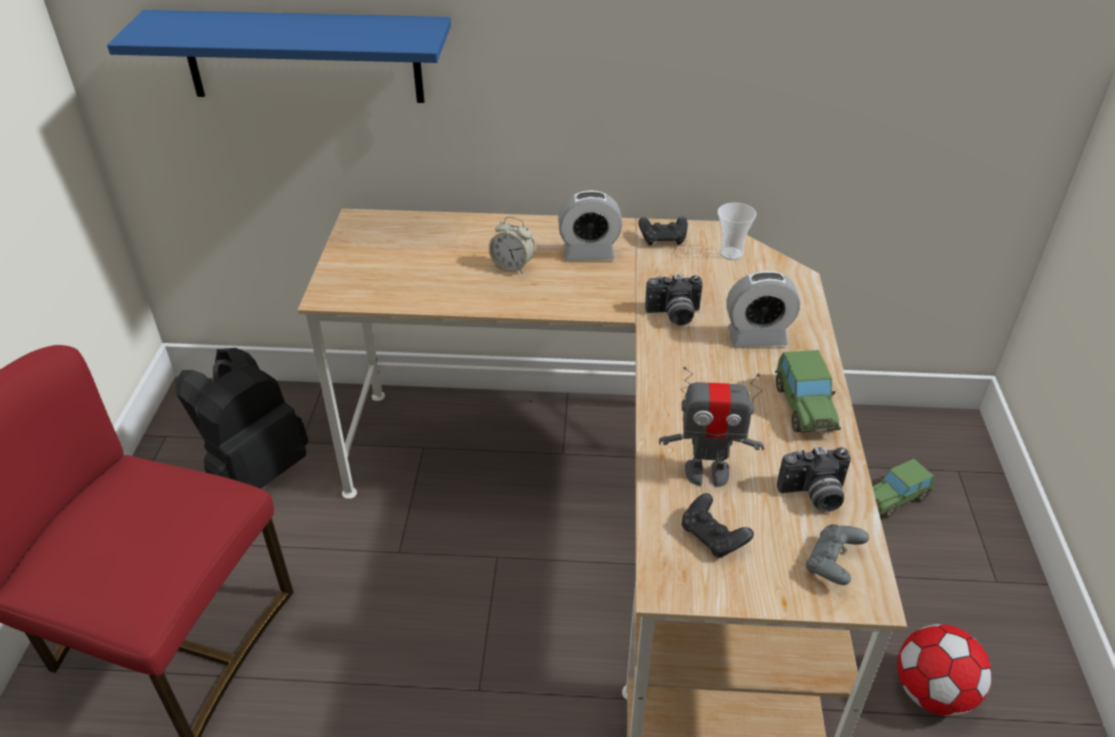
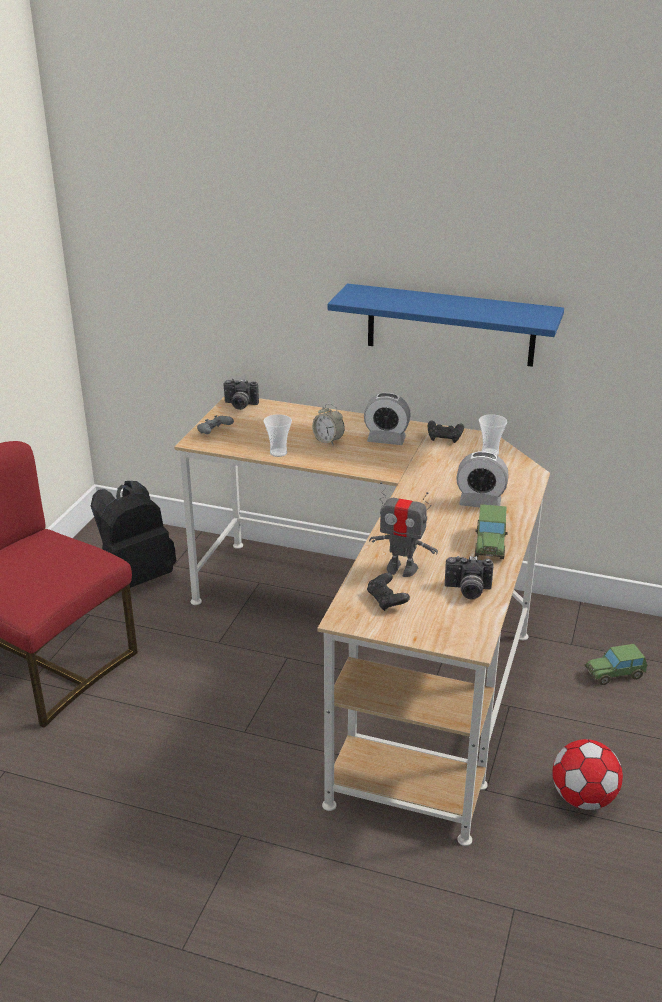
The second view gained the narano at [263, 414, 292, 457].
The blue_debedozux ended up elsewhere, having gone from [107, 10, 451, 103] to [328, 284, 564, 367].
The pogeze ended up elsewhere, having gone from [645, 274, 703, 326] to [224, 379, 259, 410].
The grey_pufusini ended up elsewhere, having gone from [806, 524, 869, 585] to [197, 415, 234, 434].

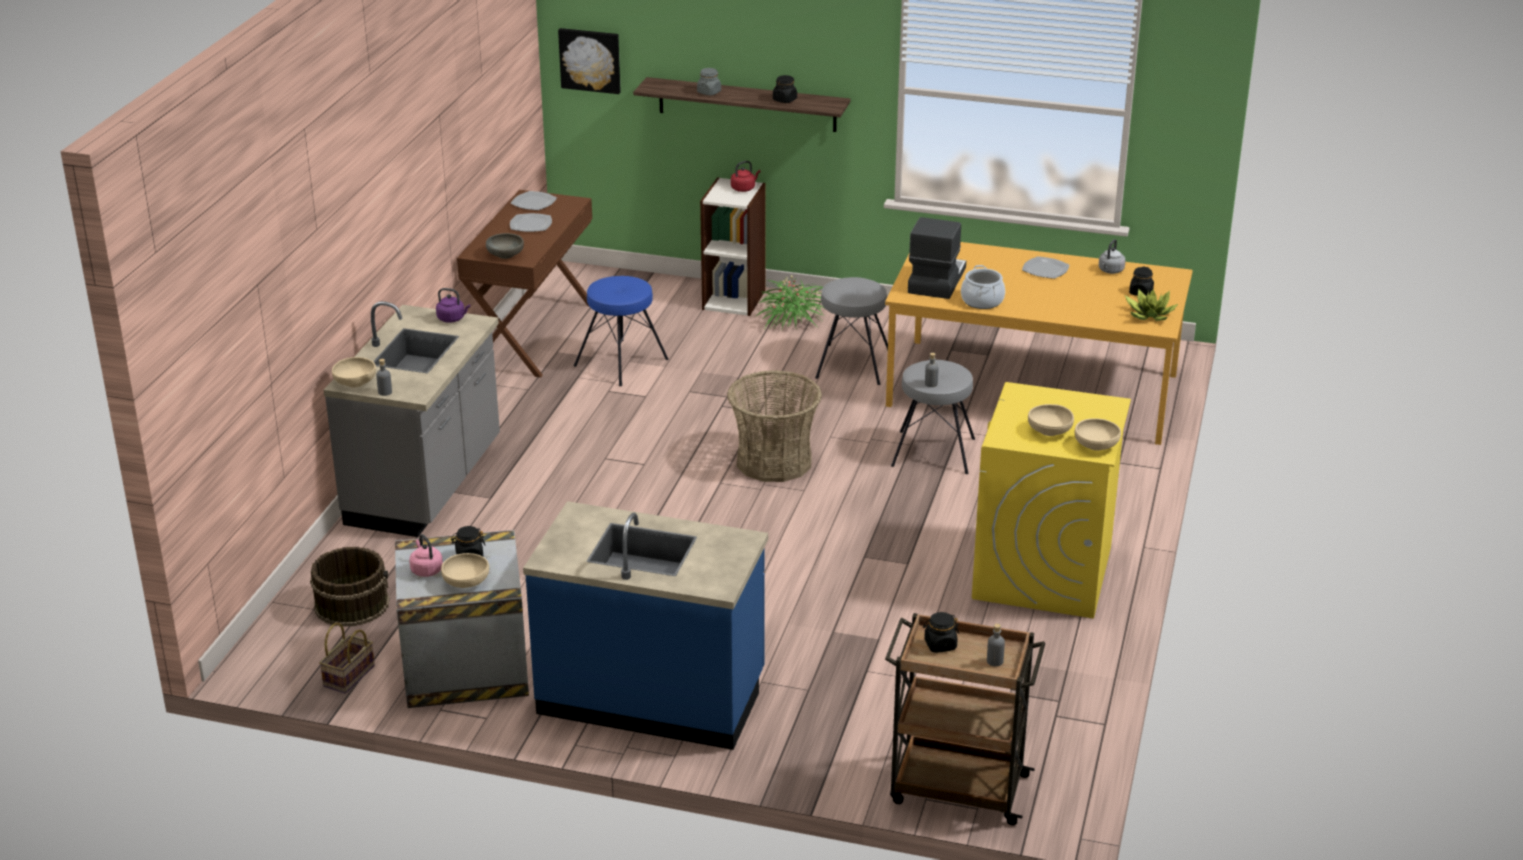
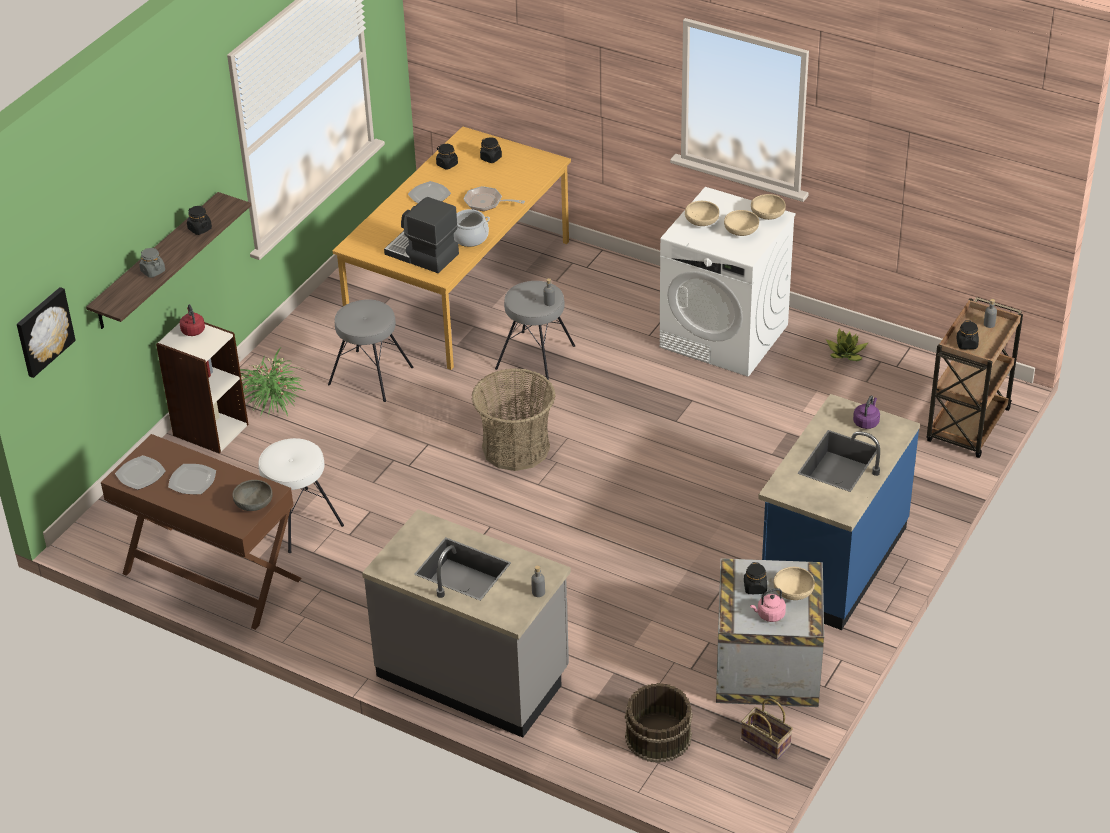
The second view gained the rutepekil at [464, 186, 525, 211].
The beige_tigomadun ended up elsewhere, having gone from [332, 357, 376, 388] to [685, 201, 719, 226].
The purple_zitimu ended up elsewhere, having gone from [436, 288, 470, 323] to [853, 396, 880, 429].
The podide ended up elsewhere, having gone from [1125, 289, 1178, 321] to [826, 328, 869, 361].
Where the grey_zitimu stood at [1099, 239, 1126, 274], the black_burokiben came to stand at [436, 144, 458, 170].
What was the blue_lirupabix at [574, 276, 669, 386] turned into the white_lirupabix at [259, 438, 344, 553].
What was the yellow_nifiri at [972, 382, 1131, 619] turned into the white_nifiri at [659, 187, 796, 377].

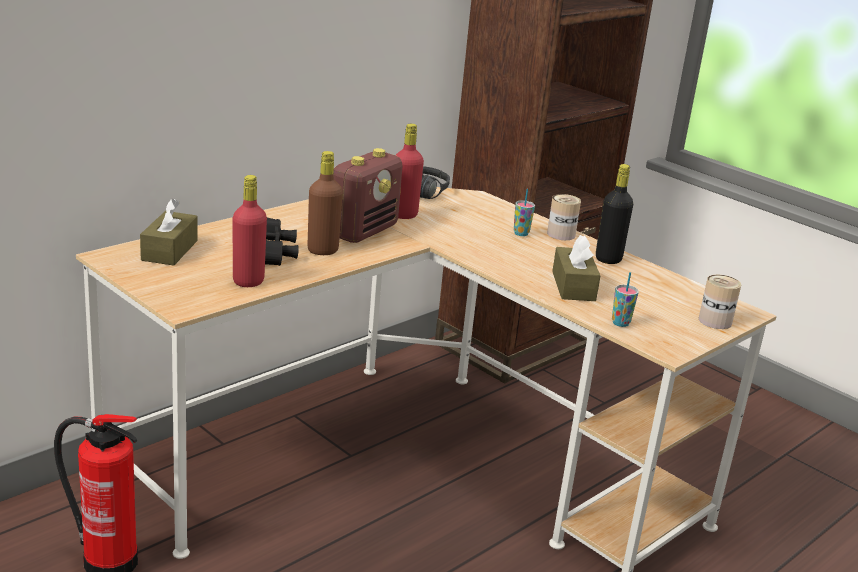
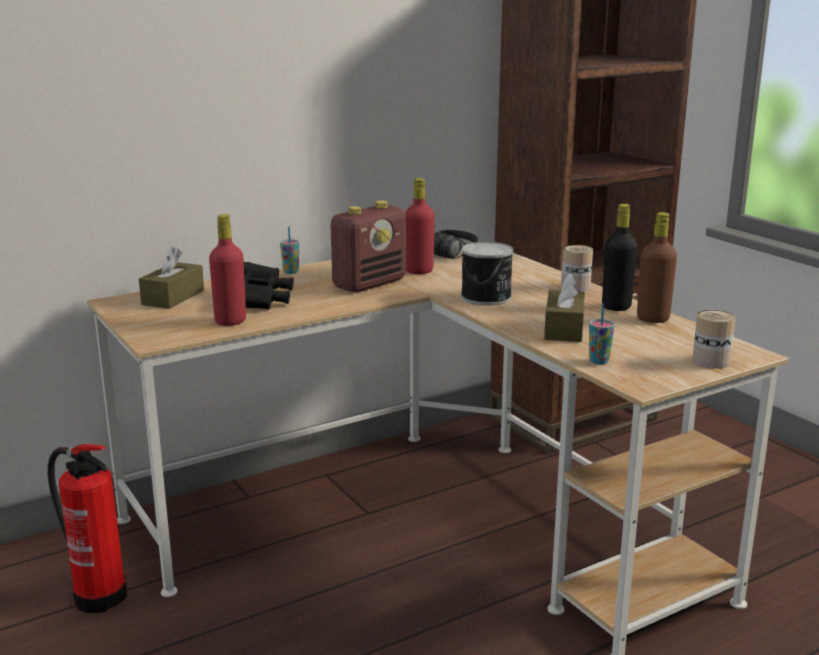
The second view gained the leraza at [461, 242, 513, 306].
The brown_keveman ended up elsewhere, having gone from [308, 151, 343, 255] to [637, 212, 677, 323].
The narano ended up elsewhere, having gone from [514, 189, 535, 236] to [280, 226, 299, 274].

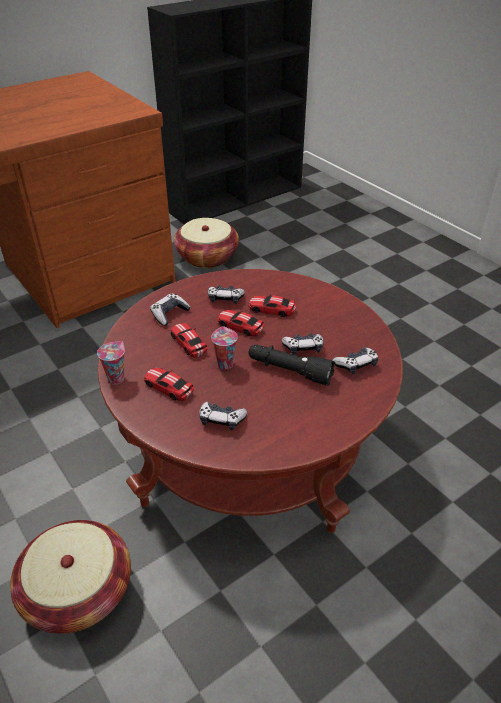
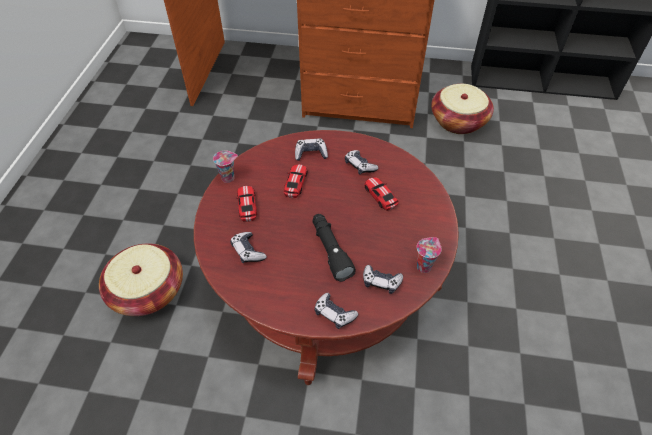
The second view lost the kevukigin at [218, 310, 265, 337].
The narano ended up elsewhere, having gone from [211, 326, 238, 370] to [417, 237, 442, 273].
The pufusini ended up elsewhere, having gone from [282, 333, 324, 355] to [315, 293, 358, 329].

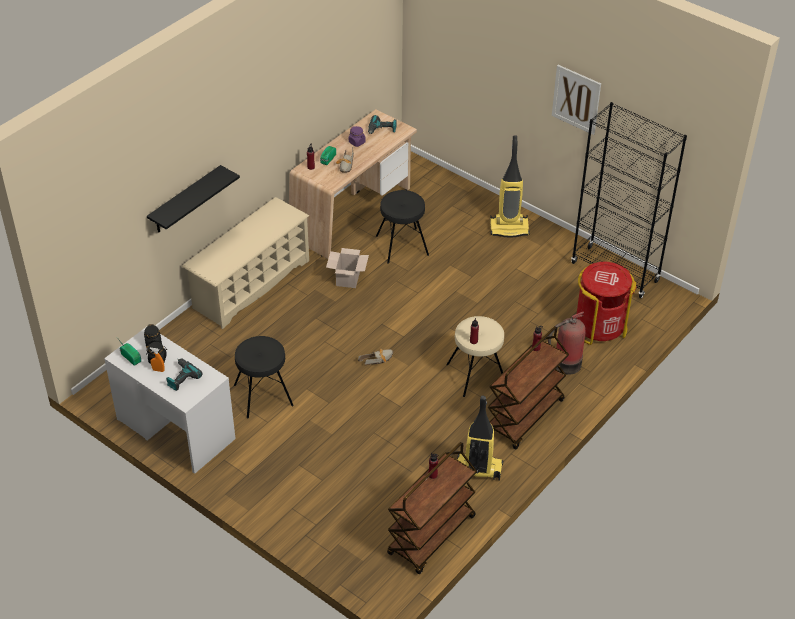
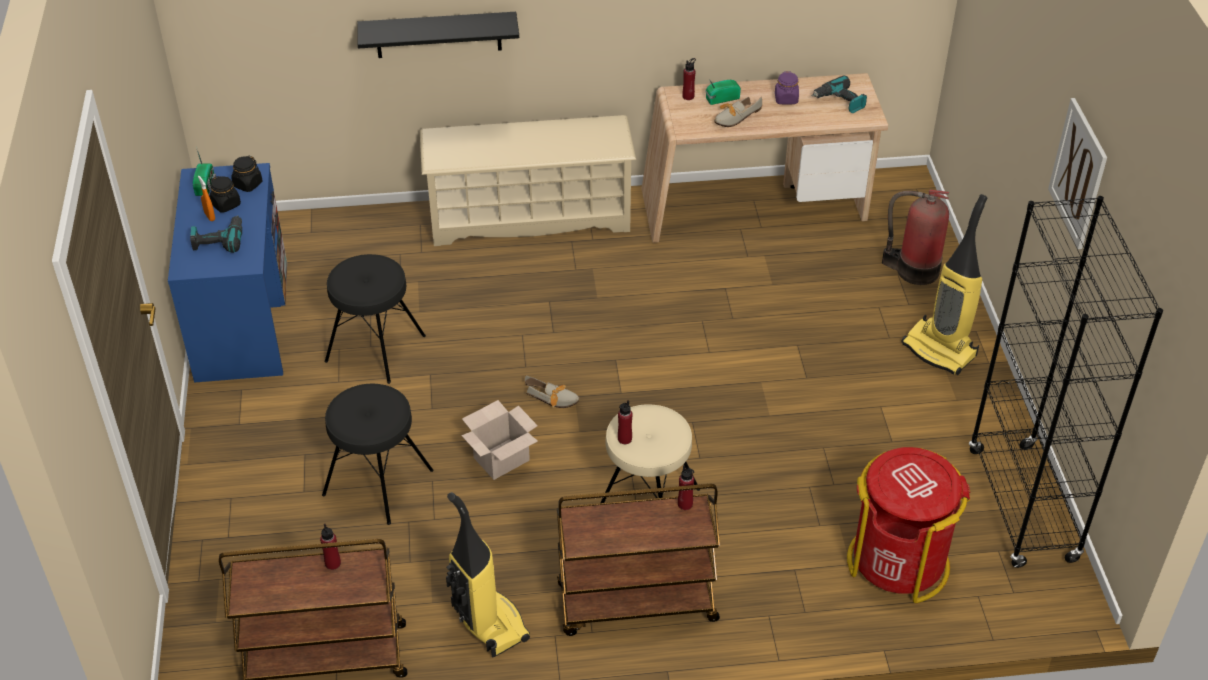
The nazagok ended up elsewhere, having gone from [326, 248, 369, 288] to [462, 400, 538, 480].
The black_lirupabix ended up elsewhere, having gone from [376, 190, 429, 264] to [322, 384, 434, 525].
The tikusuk ended up elsewhere, having gone from [548, 312, 586, 375] to [882, 190, 949, 285].
What was the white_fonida at [104, 327, 236, 474] turned into the blue_fonida at [168, 163, 287, 383].

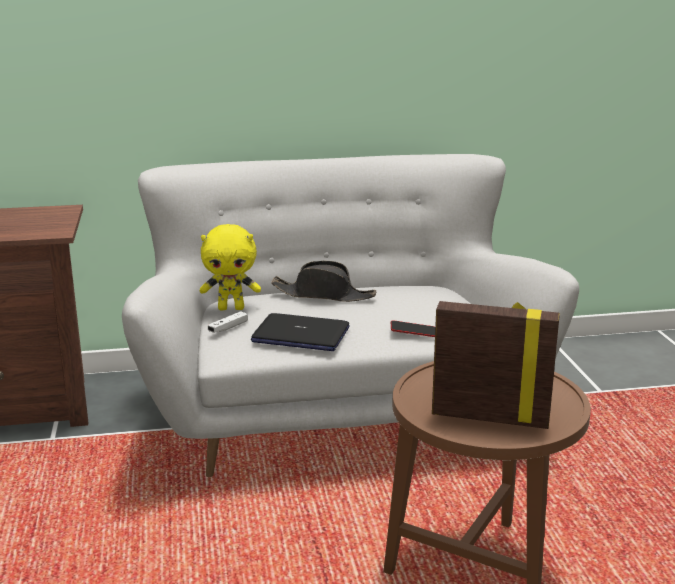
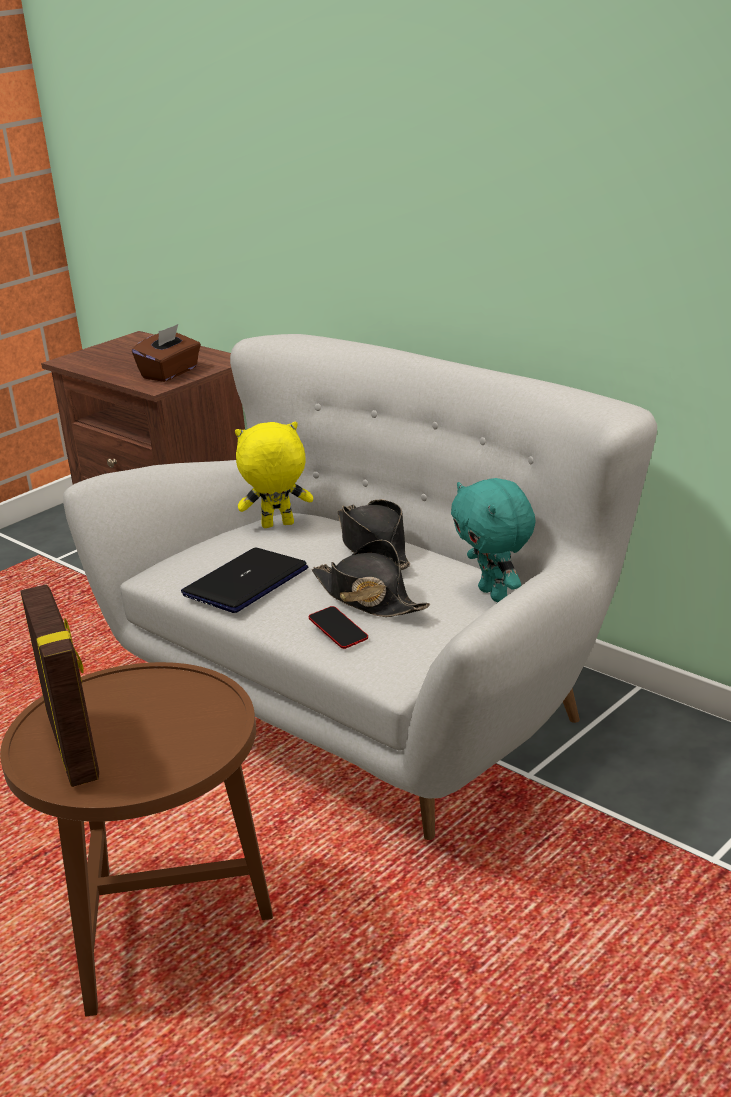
The second view lost the white_pufusini at [208, 311, 248, 333].
The second view gained the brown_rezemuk at [132, 324, 201, 382].
The second view gained the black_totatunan at [312, 540, 430, 617].
The second view gained the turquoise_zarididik at [451, 478, 536, 602].
The yellow_zarididik at [200, 224, 261, 310] ended up facing another way, 120 degrees clockwise from before.
The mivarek at [251, 313, 350, 351] ended up facing another way, 60 degrees clockwise from before.

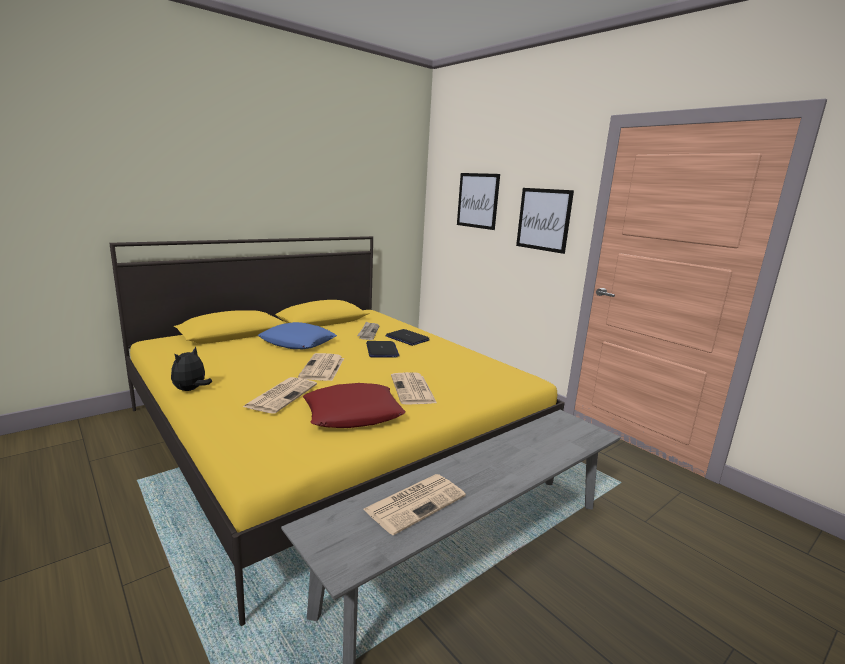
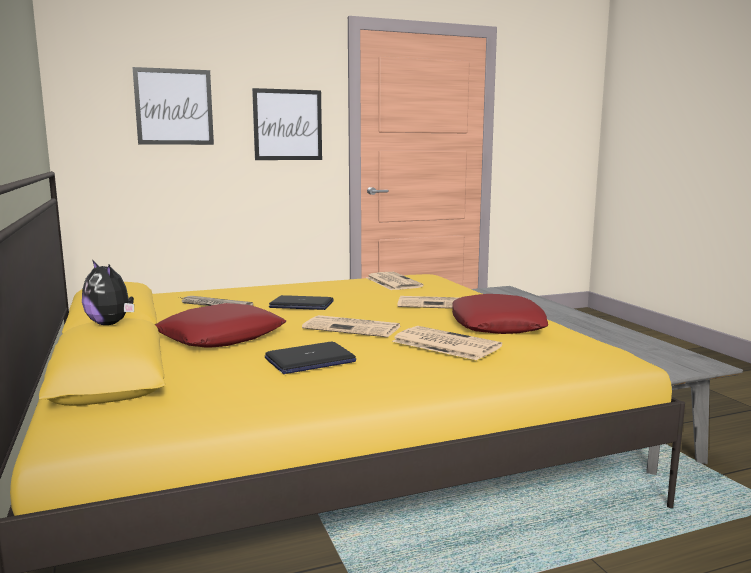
The zarididik ended up elsewhere, having gone from [171, 347, 212, 391] to [82, 260, 134, 325].
The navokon ended up elsewhere, having gone from [363, 474, 466, 535] to [366, 272, 424, 290].
The mivarek ended up elsewhere, having gone from [385, 329, 430, 346] to [265, 342, 356, 374].
What was the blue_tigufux at [258, 322, 337, 349] turned into the red_tigufux at [155, 303, 286, 348].

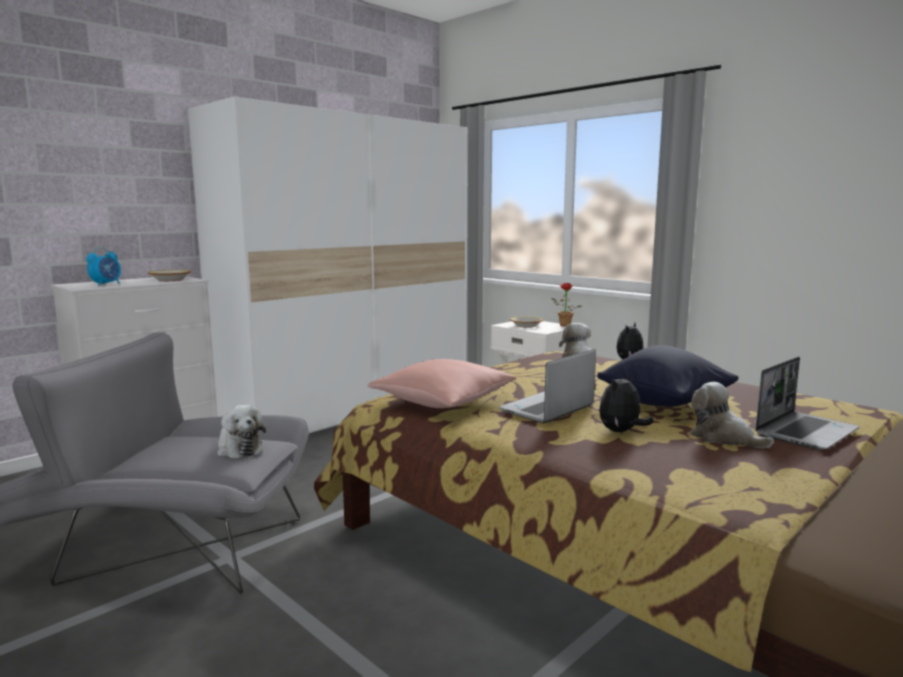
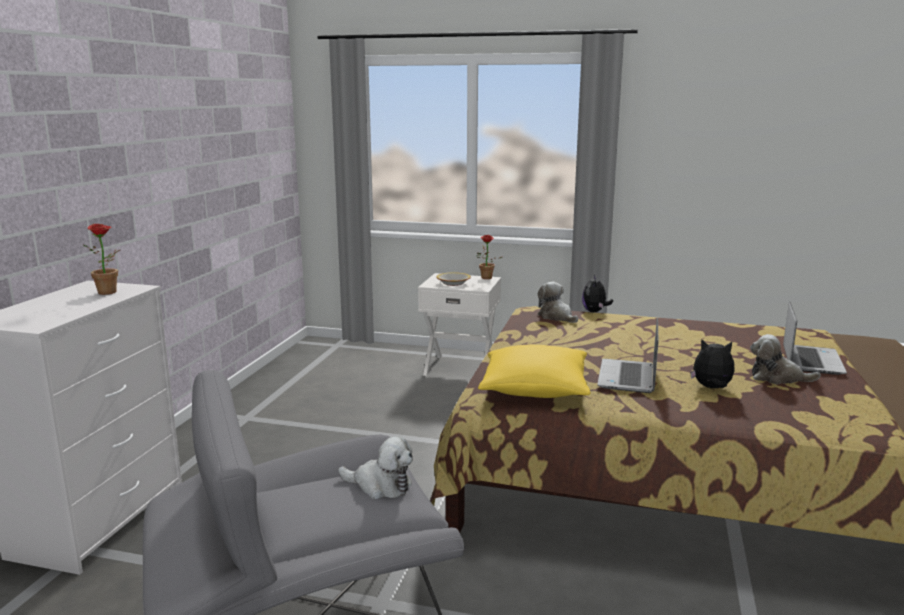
The second view lost the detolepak at [86, 247, 121, 286].
The second view lost the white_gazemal at [188, 96, 468, 433].
The second view lost the black_tigufux at [597, 345, 739, 407].
Where the tigomadun stood at [148, 270, 192, 281], the podide came to stand at [82, 224, 120, 295].
What was the pink_tigufux at [368, 359, 517, 408] turned into the yellow_tigufux at [478, 345, 590, 398].
The zarididik at [599, 373, 654, 432] ended up facing another way, 90 degrees clockwise from before.

